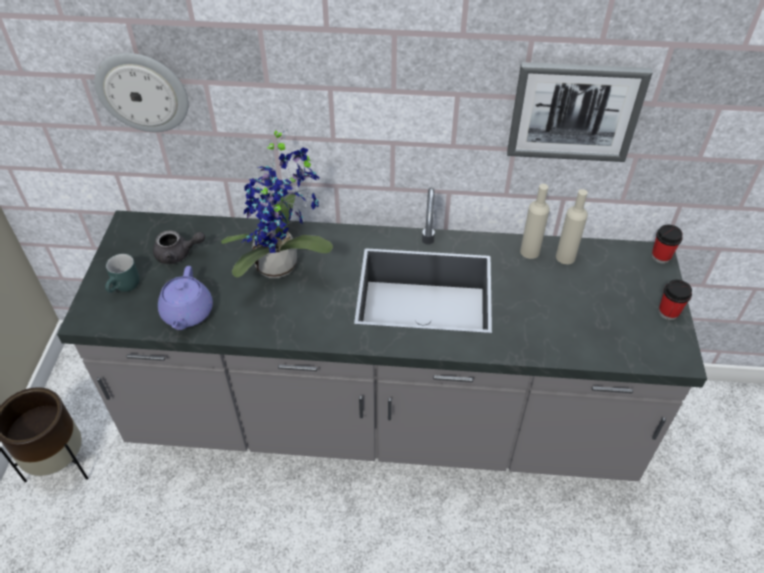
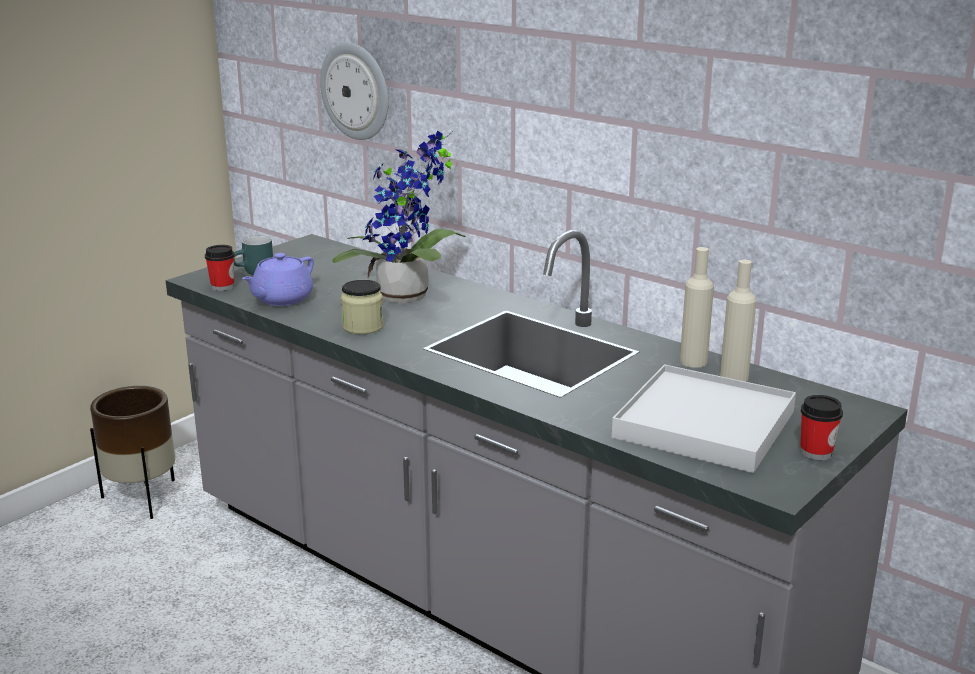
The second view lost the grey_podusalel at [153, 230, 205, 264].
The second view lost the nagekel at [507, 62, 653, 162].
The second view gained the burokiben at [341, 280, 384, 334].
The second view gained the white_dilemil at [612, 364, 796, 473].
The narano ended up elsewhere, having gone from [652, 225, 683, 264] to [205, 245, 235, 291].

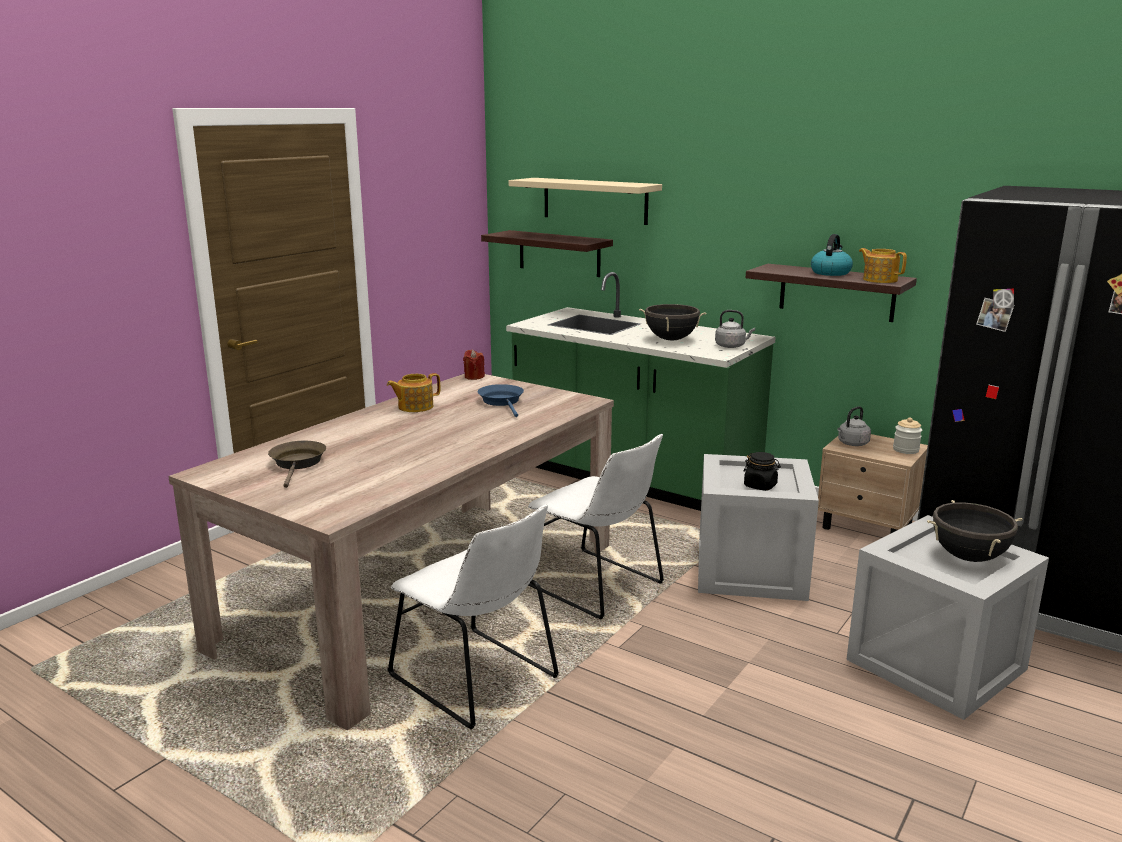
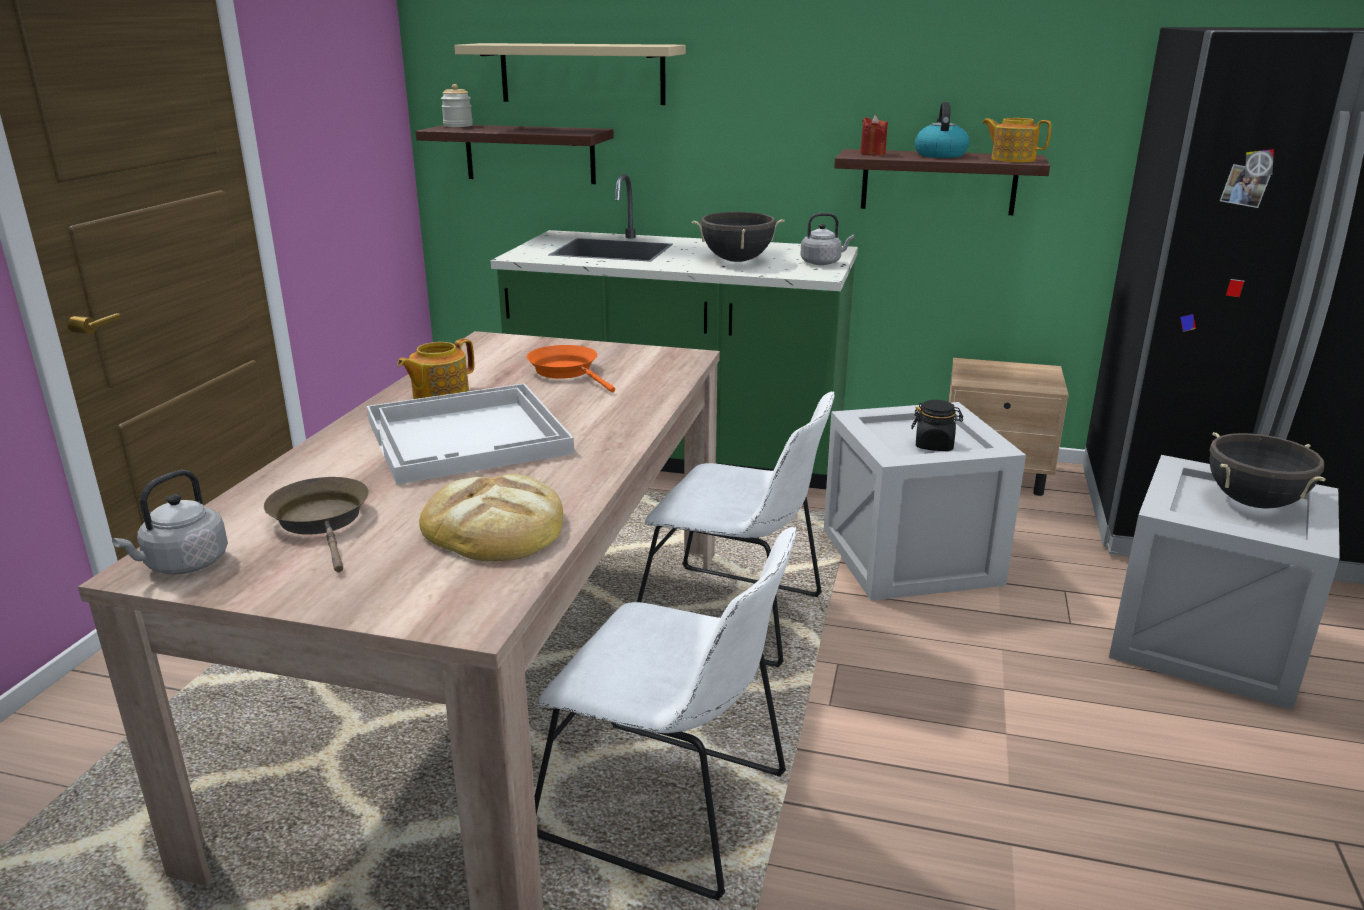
The second view gained the white_dilemil at [367, 383, 574, 485].
The second view gained the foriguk at [419, 474, 563, 561].
The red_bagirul ended up elsewhere, having gone from [463, 350, 485, 380] to [860, 115, 888, 156].
The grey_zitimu ended up elsewhere, having gone from [837, 406, 871, 446] to [112, 470, 228, 575].
The burokiben ended up elsewhere, having gone from [893, 418, 922, 454] to [441, 84, 473, 127].
What was the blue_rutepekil at [477, 384, 524, 417] turned into the orange_rutepekil at [527, 345, 615, 392].

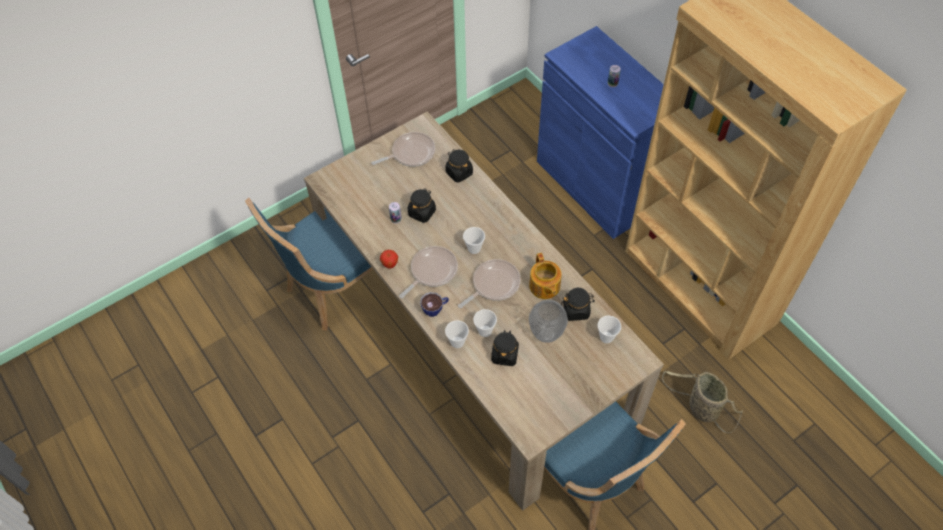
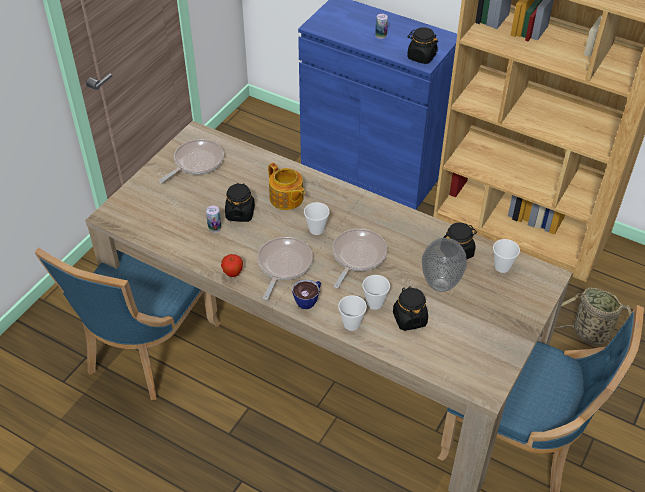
The black_burokiben ended up elsewhere, having gone from [445, 149, 473, 182] to [407, 27, 438, 64].
The podusalel ended up elsewhere, having gone from [529, 253, 562, 299] to [268, 163, 305, 210].

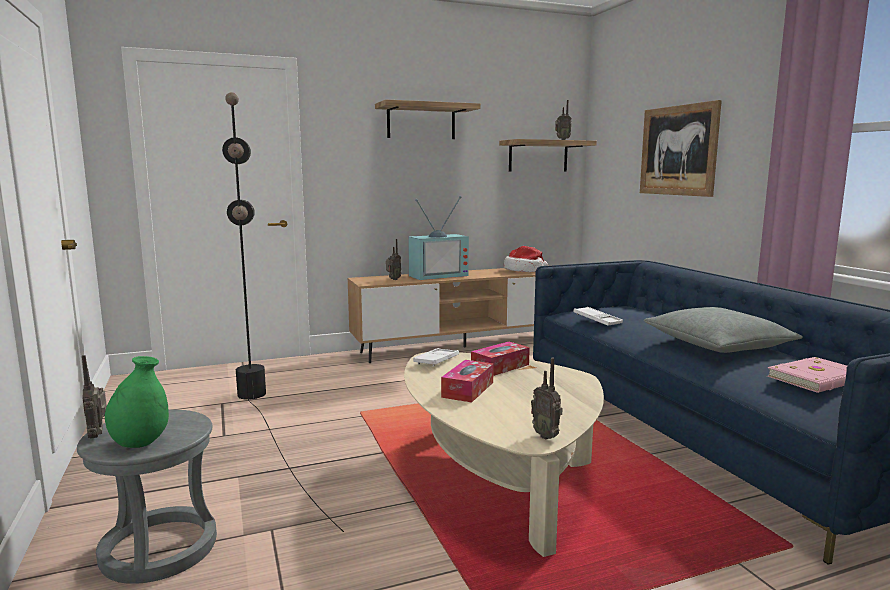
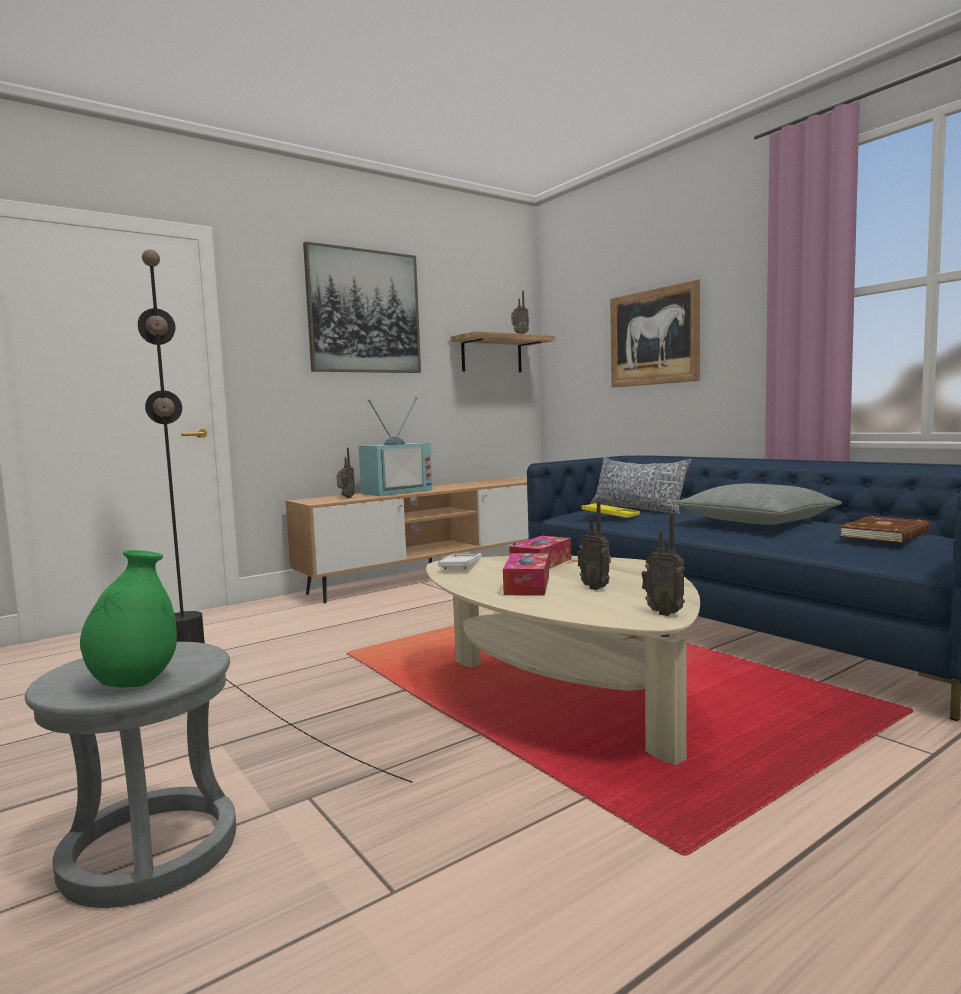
The second view lost the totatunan at [504, 246, 548, 272].
The second view gained the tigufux at [590, 457, 692, 515].
The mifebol ended up elsewhere, having gone from [82, 355, 107, 439] to [577, 501, 611, 590].
Where the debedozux hung at [375, 100, 481, 139], the nagekel came to hang at [303, 242, 421, 373].
What was the white_dilemil at [574, 307, 623, 326] turned into the yellow_dilemil at [582, 503, 640, 518].
What was the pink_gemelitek at [767, 357, 847, 393] turned into the brown_gemelitek at [839, 516, 931, 543].

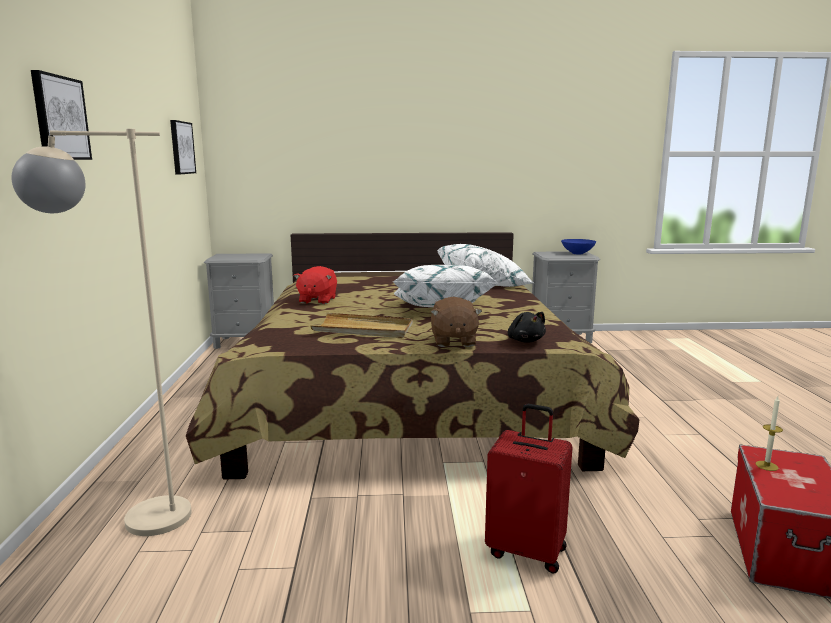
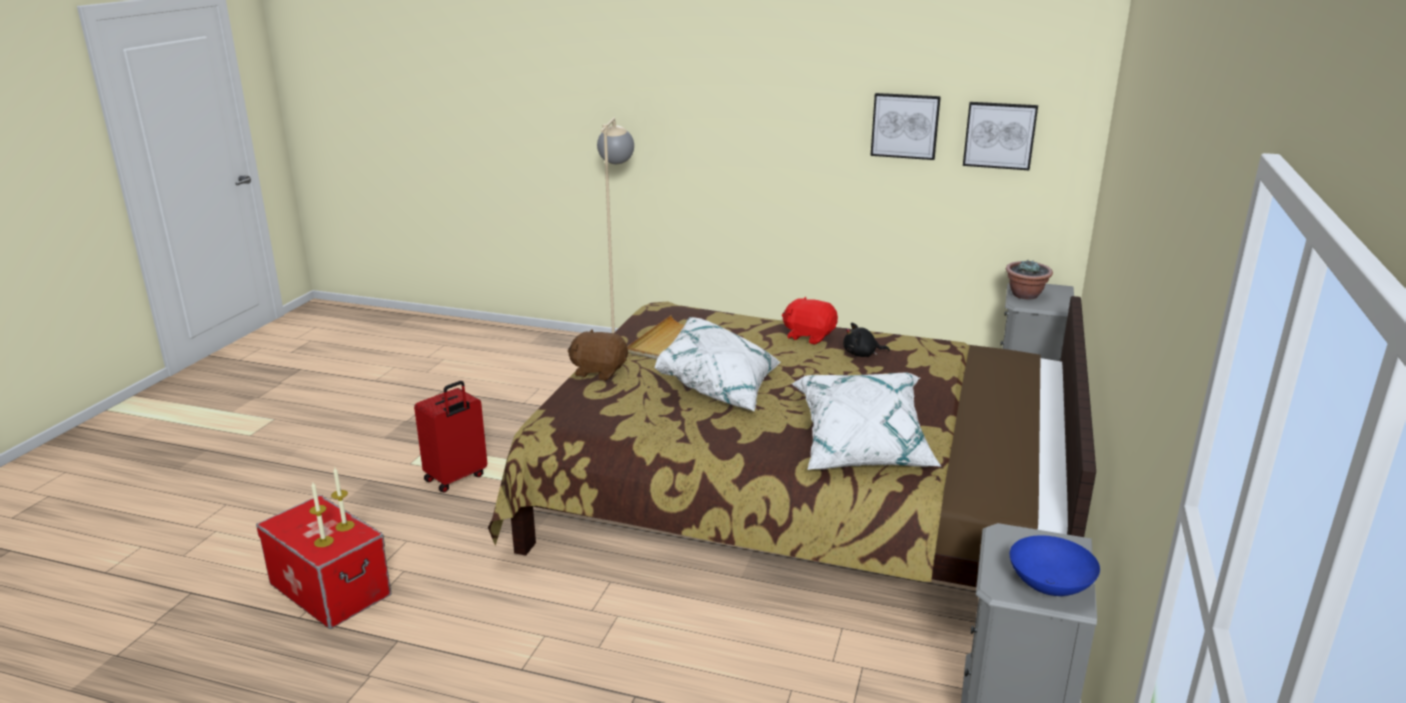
The second view gained the bagirul at [309, 482, 334, 547].
The second view gained the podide at [1006, 260, 1053, 300].
The nagekel ended up elsewhere, having gone from [31, 70, 92, 160] to [870, 93, 941, 160].
The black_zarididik ended up elsewhere, having gone from [508, 312, 546, 343] to [843, 322, 890, 357].

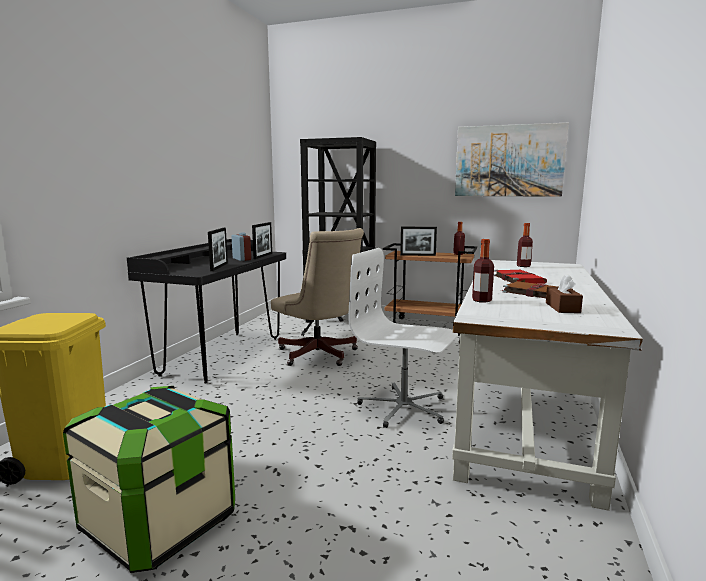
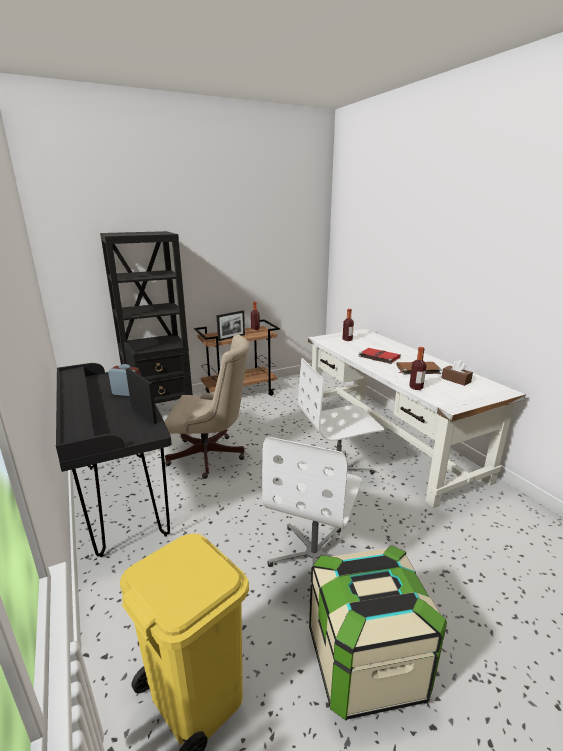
The second view lost the nagekel at [455, 123, 569, 197].
The second view gained the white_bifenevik at [262, 437, 362, 567].

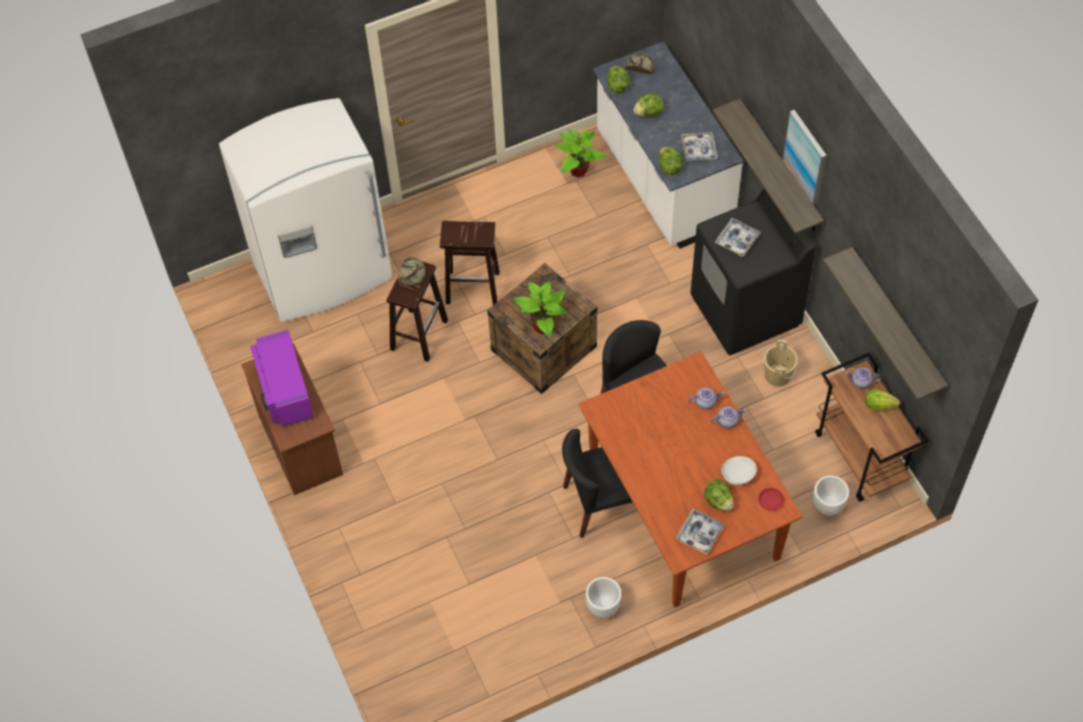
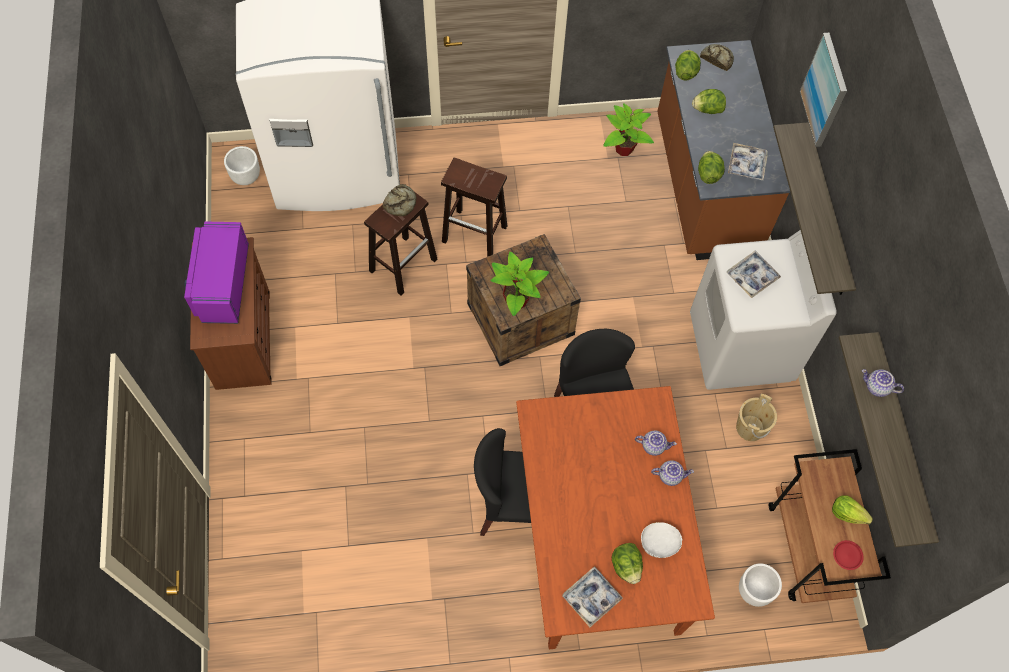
The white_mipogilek ended up elsewhere, having gone from [586, 577, 622, 618] to [224, 146, 260, 185].
The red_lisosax ended up elsewhere, having gone from [758, 488, 784, 511] to [833, 540, 864, 570].
The nagekel ended up elsewhere, having gone from [782, 110, 827, 205] to [800, 33, 847, 147].
The podusalel ended up elsewhere, having gone from [846, 367, 881, 389] to [862, 369, 904, 397].
What was the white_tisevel at [593, 42, 743, 249] turned into the brown_tisevel at [657, 40, 790, 260].
What was the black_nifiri at [691, 189, 816, 355] turned into the white_nifiri at [690, 230, 837, 390].

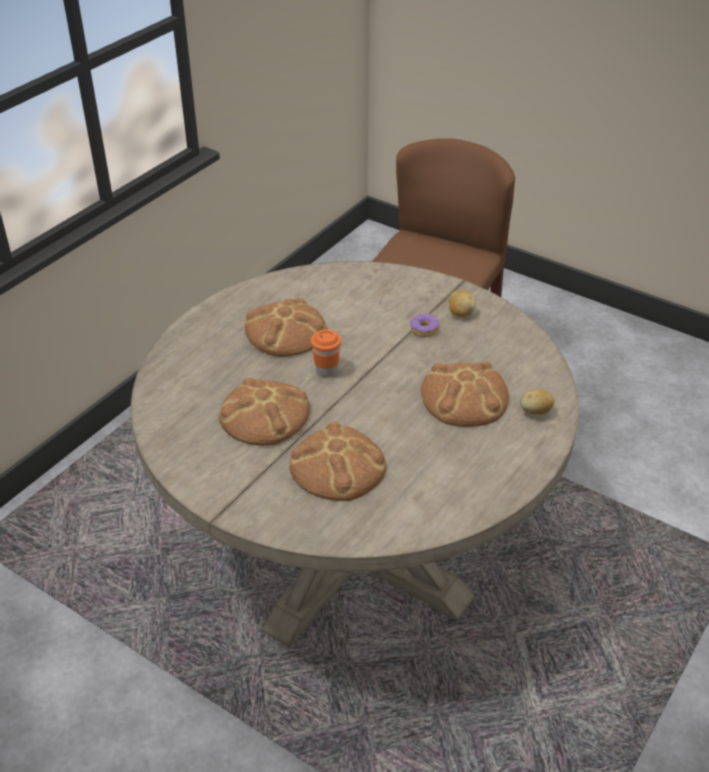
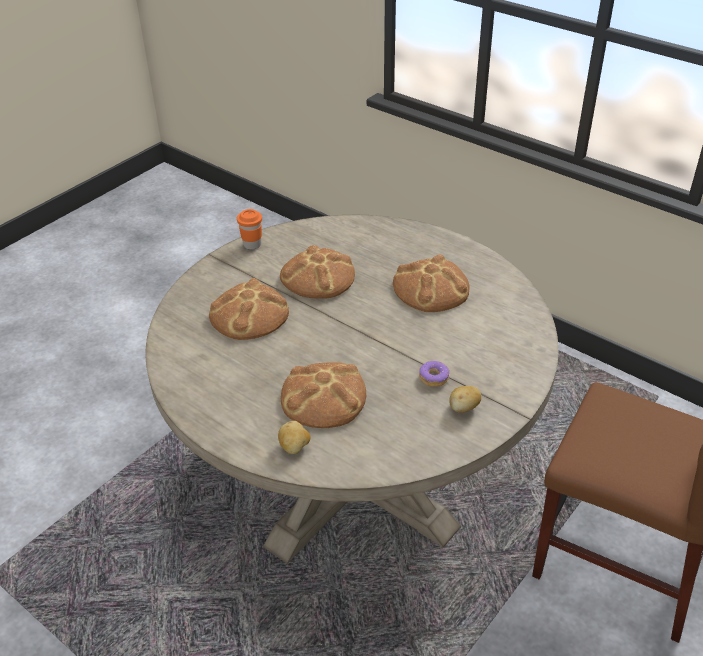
The orange_narano ended up elsewhere, having gone from [311, 329, 341, 377] to [237, 209, 262, 250].

